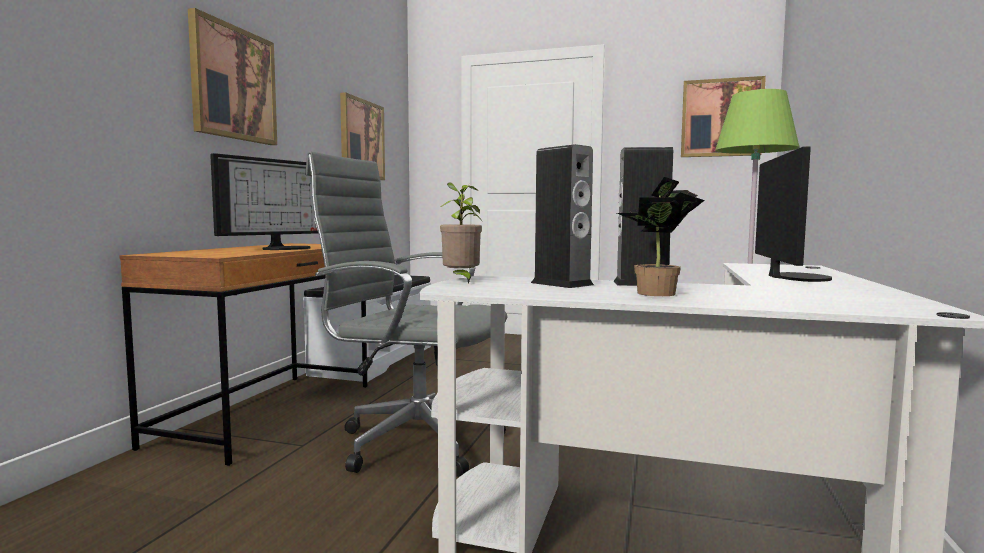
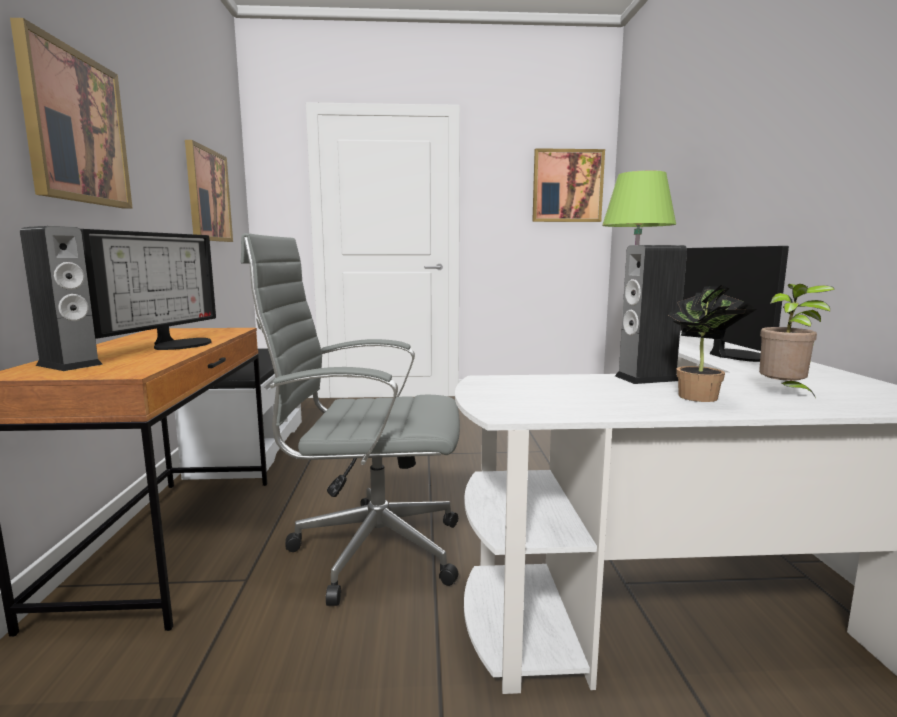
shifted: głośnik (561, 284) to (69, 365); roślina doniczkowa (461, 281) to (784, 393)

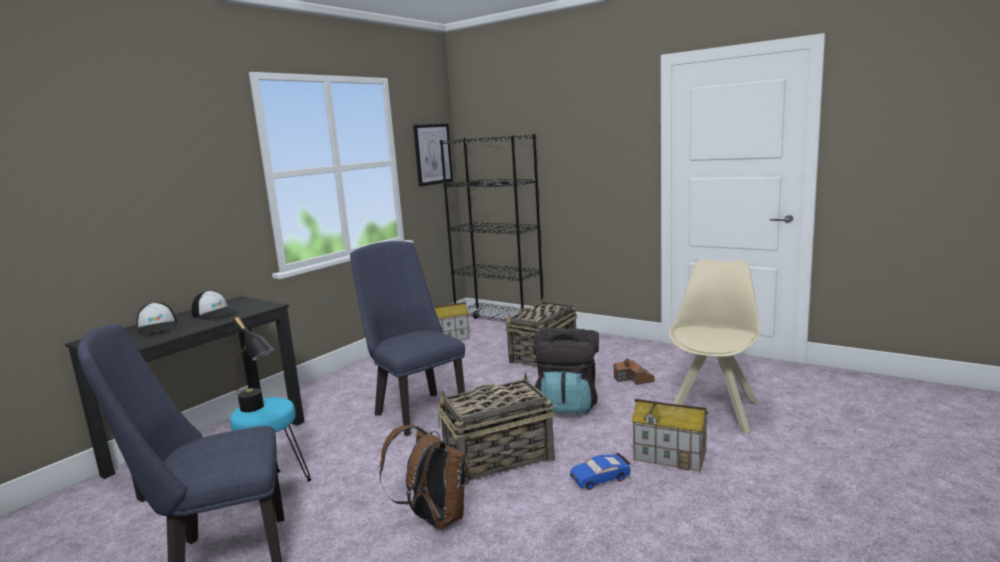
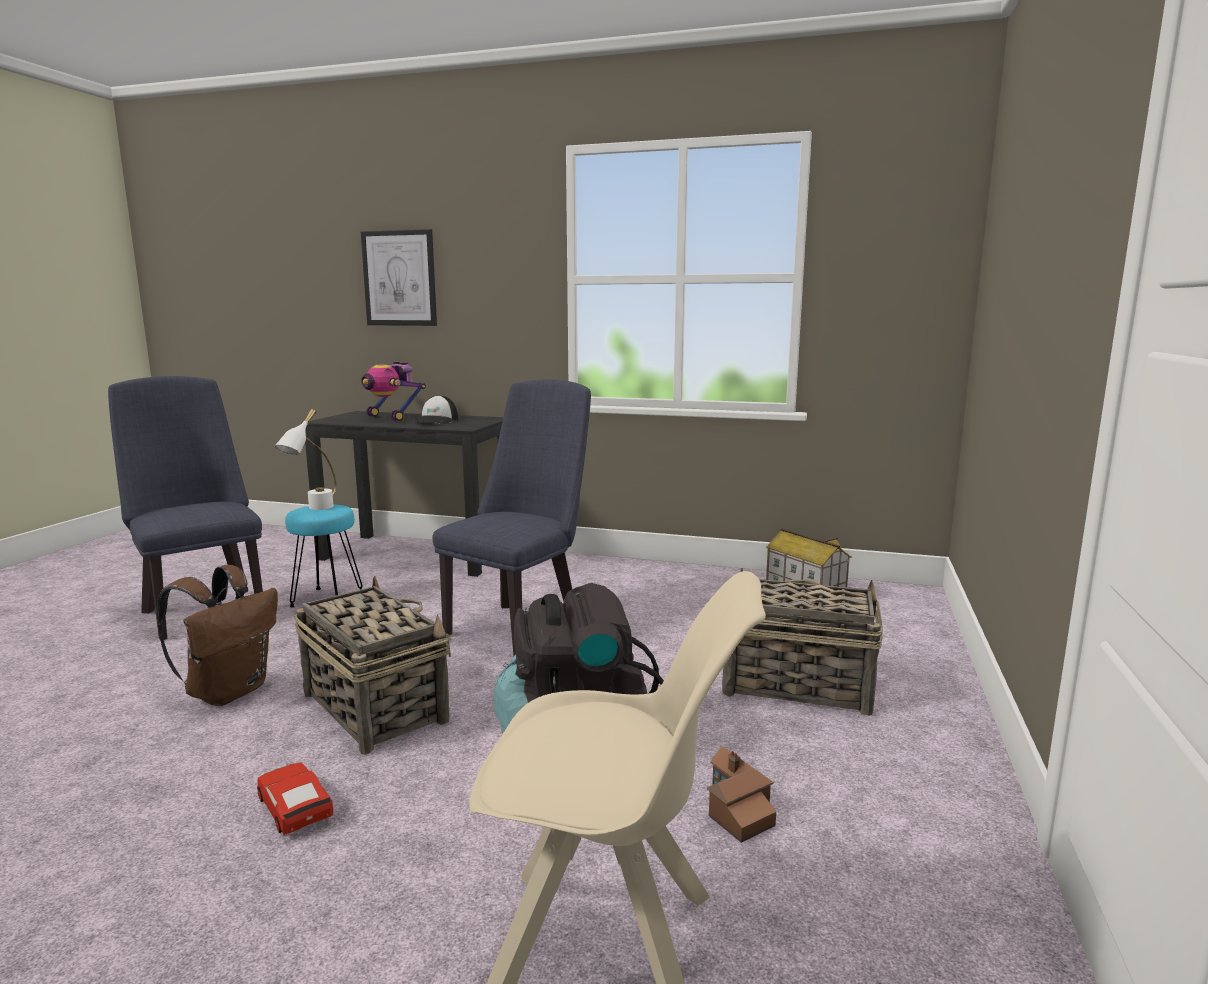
gone: regał [czarny] (500, 327); domek (670, 455)
shifted: obraz (433, 154) to (399, 278)
swapped: czapka z daszkiem (158, 328) to robot zabawkowy (391, 417)
repainted: samochodzik [niebieski] (600, 478) to samochodzik [czerwony] (294, 807); lampa stołowa [czarny] (258, 409) to lampa stołowa [biały] (313, 510)

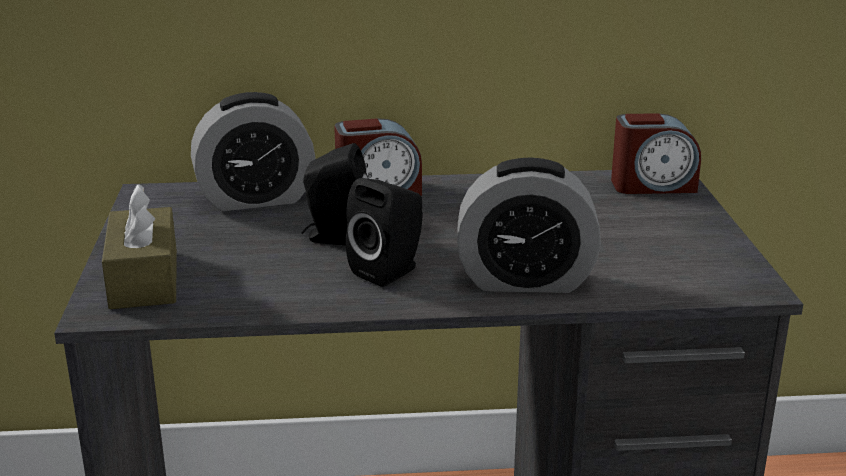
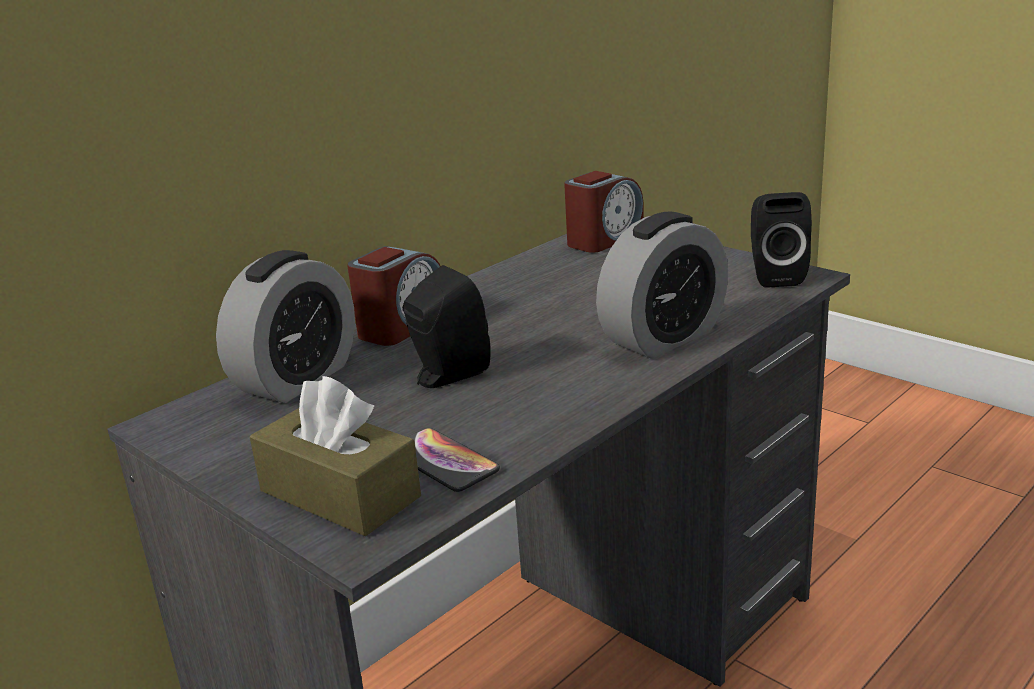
new: telefon (442, 461)
shifted: głośnik [czarny] (390, 271) to (775, 276)

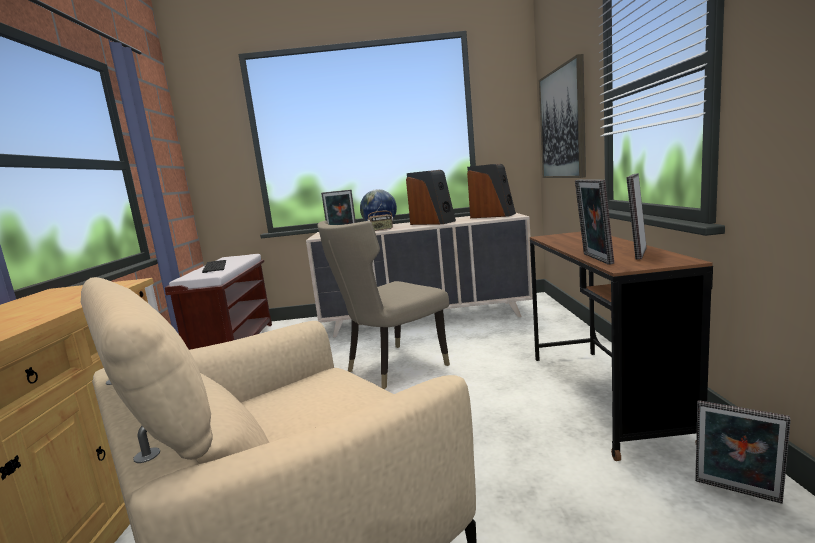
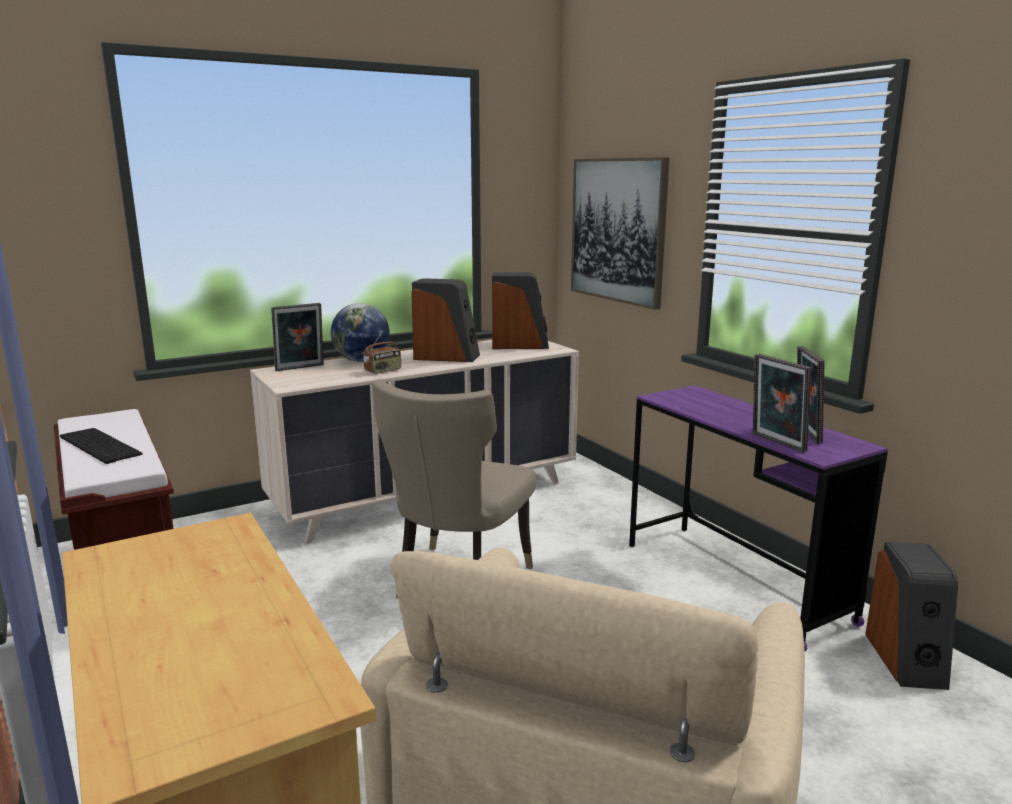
swapped: ramka na zdjęcie (737, 493) to głośnik (907, 660)
repainted: biurko [brązowy] (602, 395) to biurko [fioletowy] (734, 582)

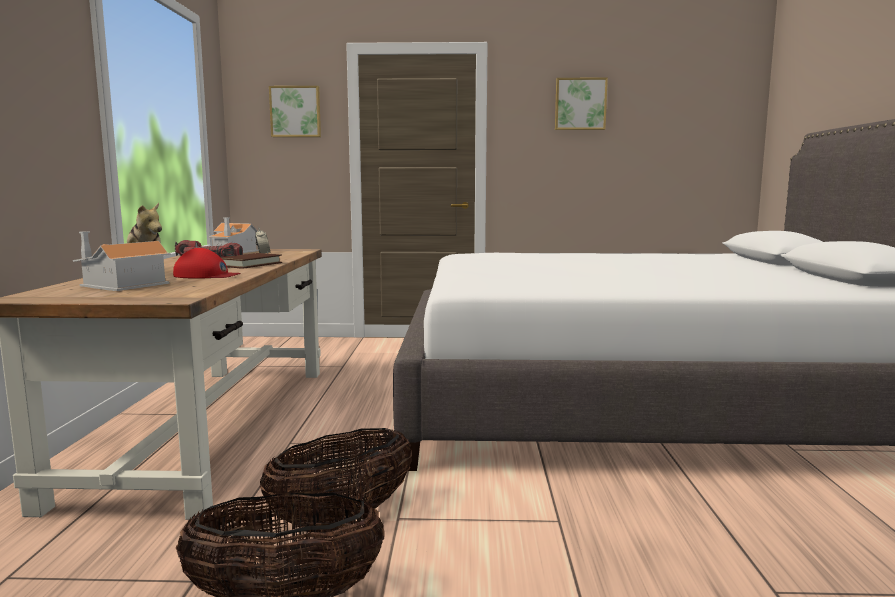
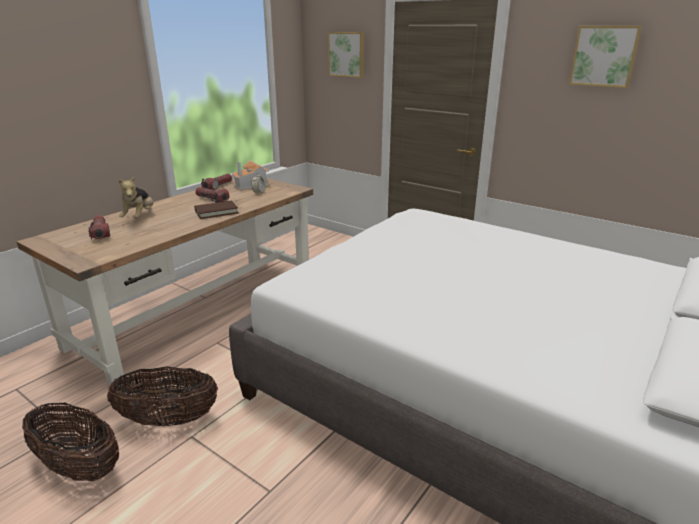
gone: czapka z daszkiem [czerwony] (206, 275)
swapped: domek (121, 285) to latarka (100, 233)

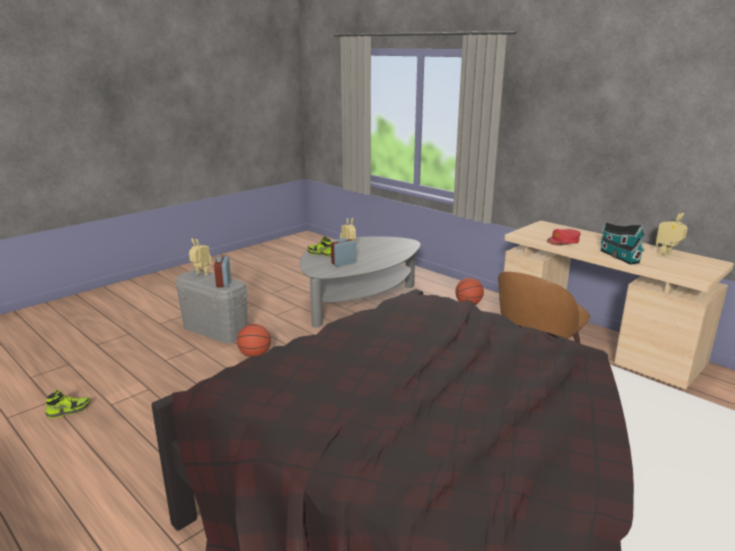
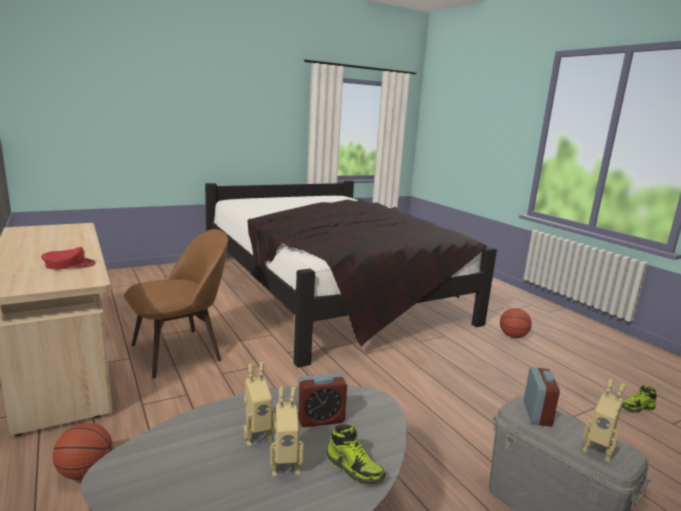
gone: domek (618, 256)
shifted: robot zabawkowy (667, 255) to (257, 436); piłka do koszykówki (255, 355) to (513, 336)

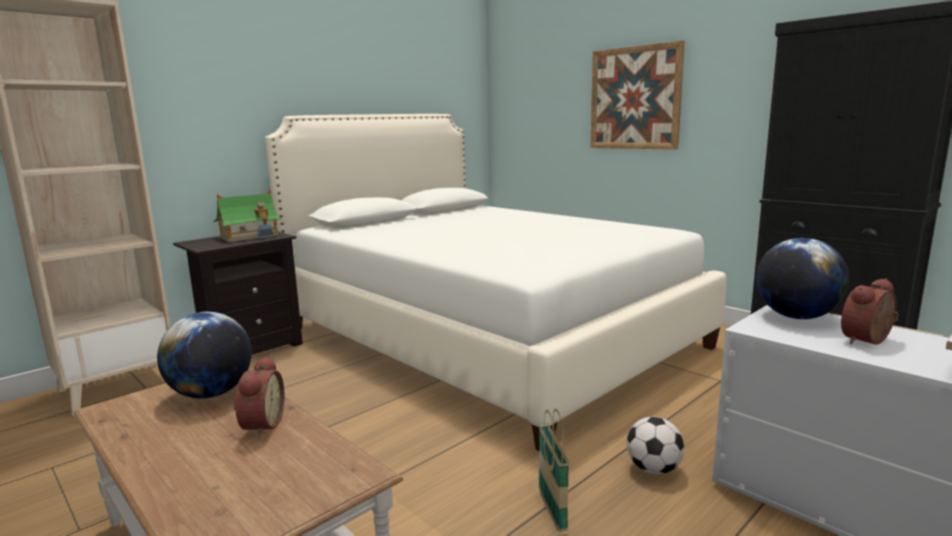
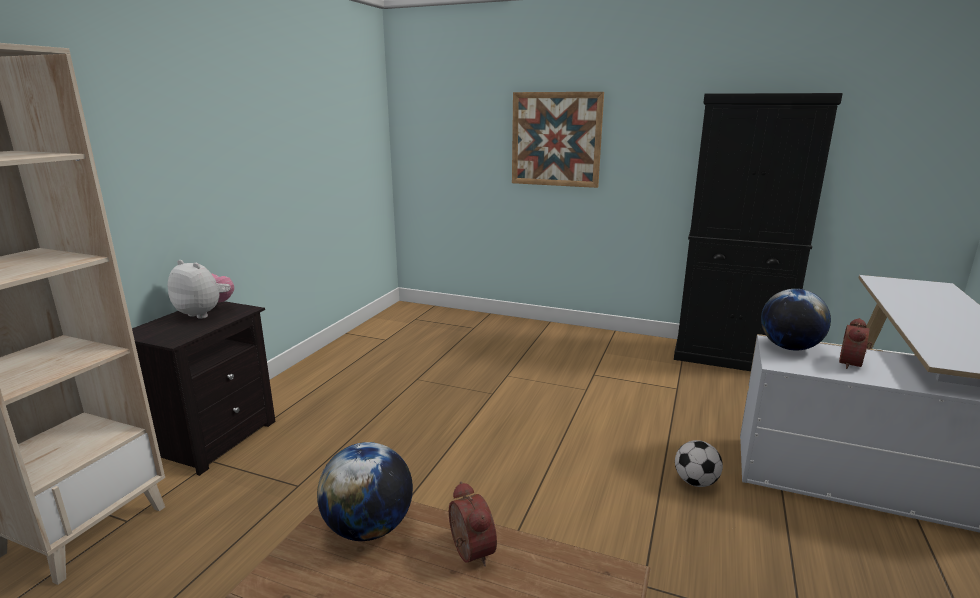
gone: łóżko [biały] (487, 336); koszyk (552, 511)
swapped: domek (250, 236) to pluszak (205, 313)

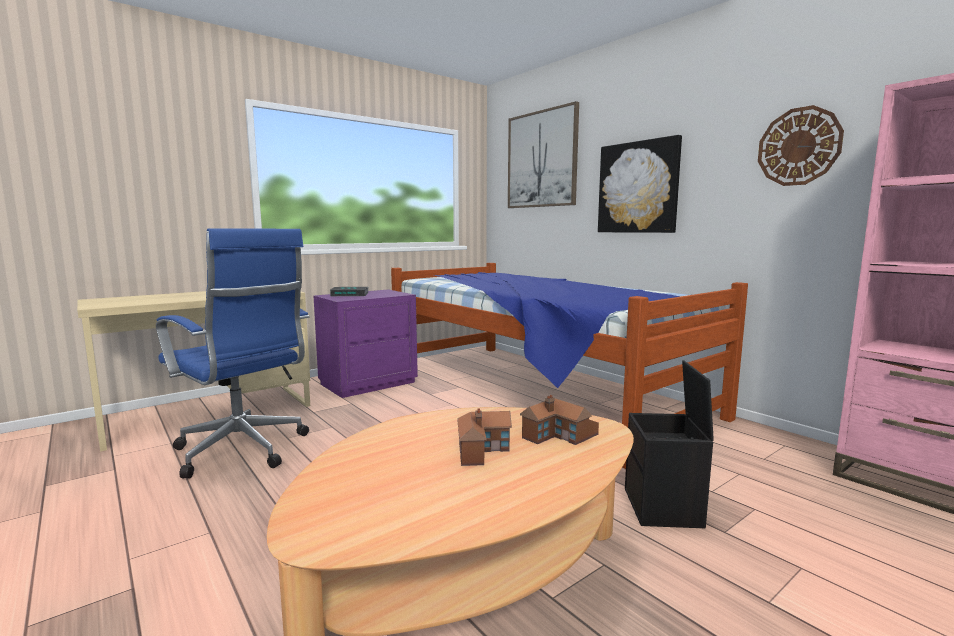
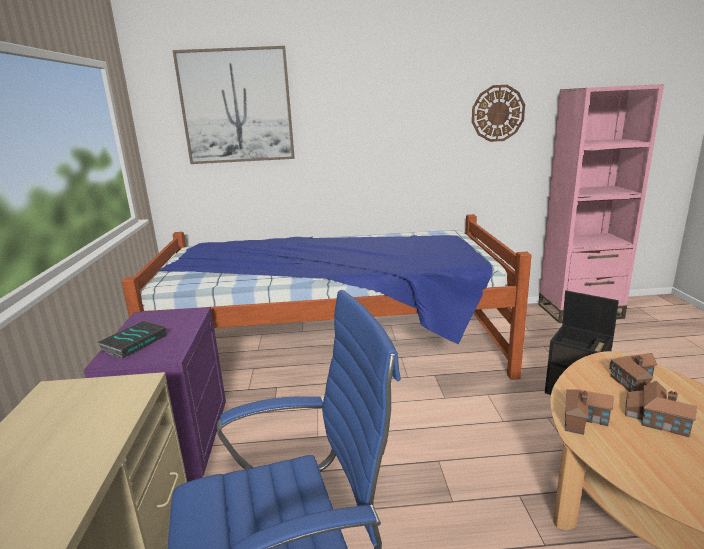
gone: obraz (638, 187)
new: domek (585, 418)

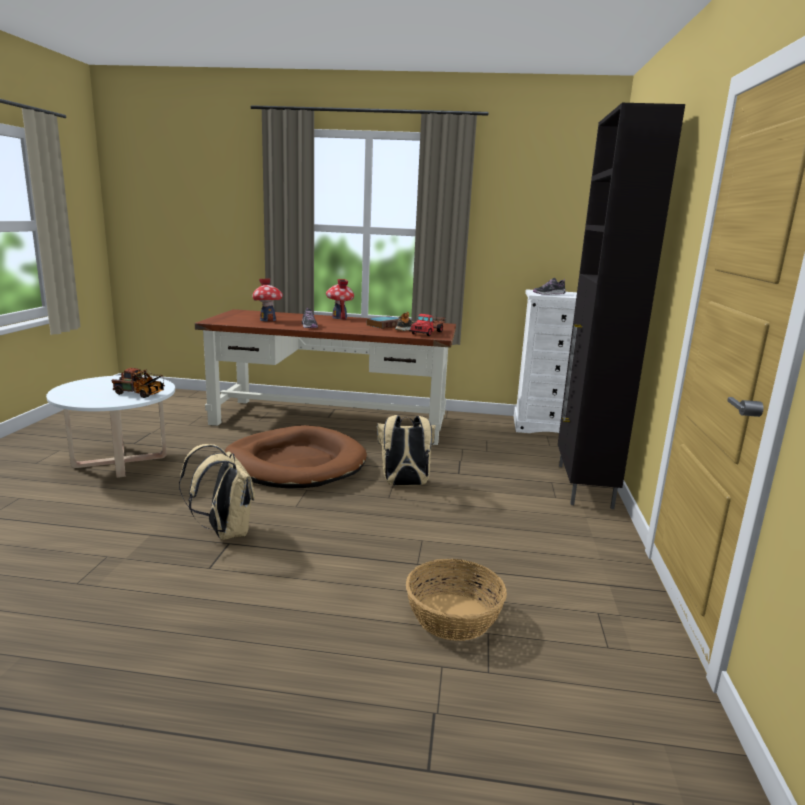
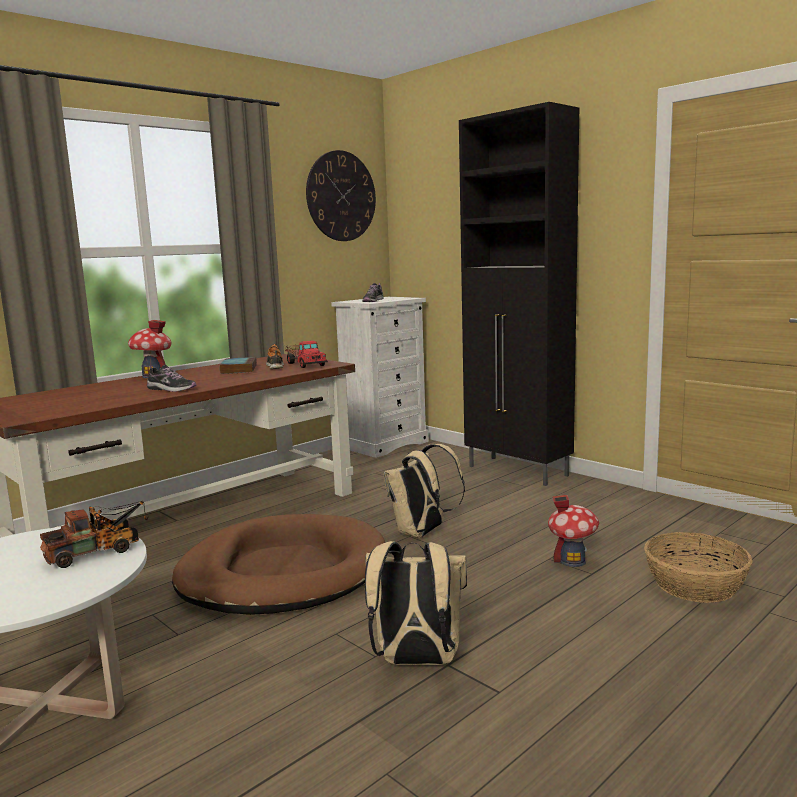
new: zegar ścienny (341, 196)
shifted: domek (268, 320) to (572, 561)

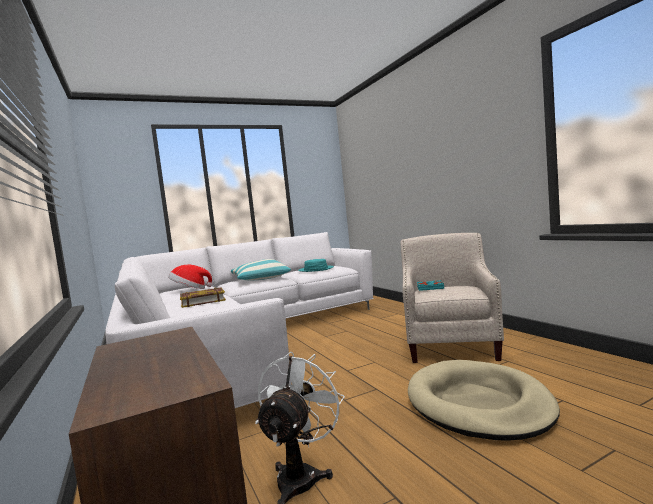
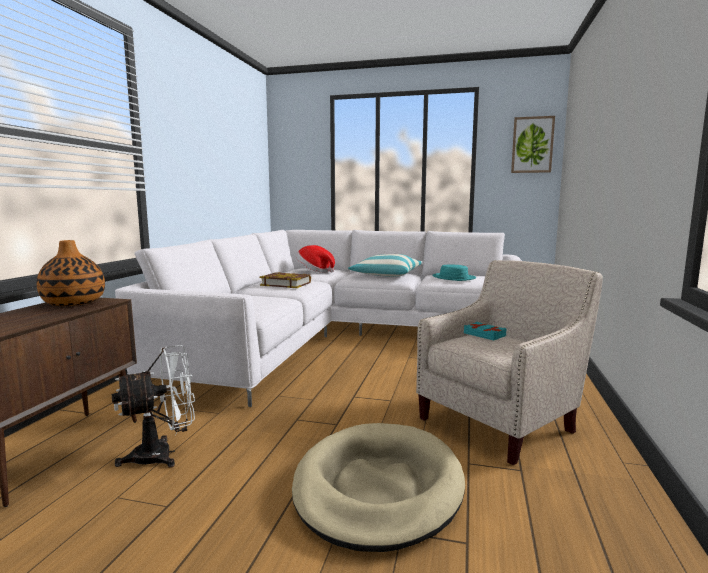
new: wazon (74, 303); obraz (532, 145)

